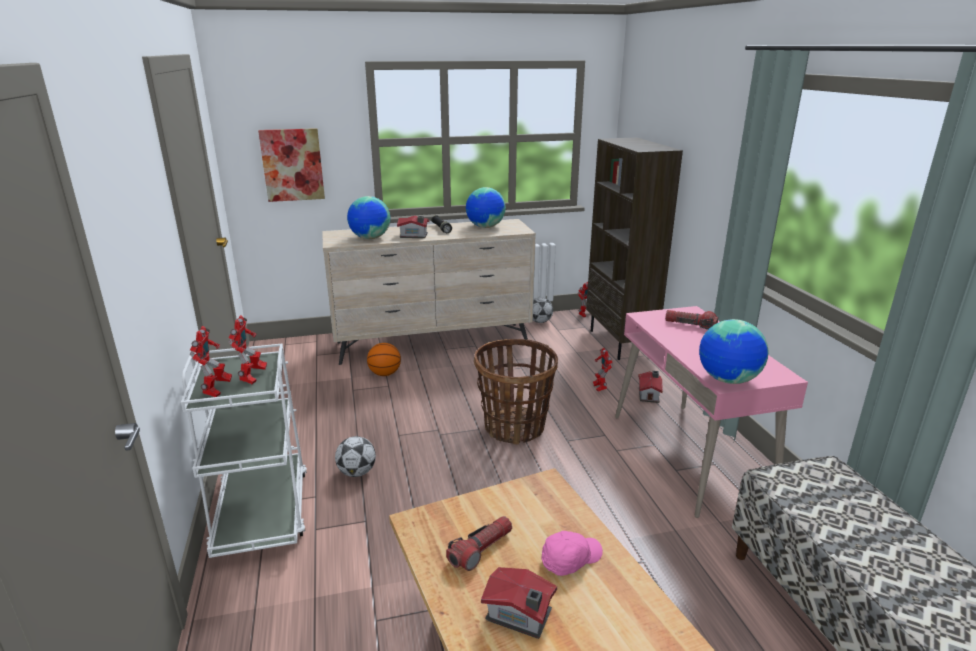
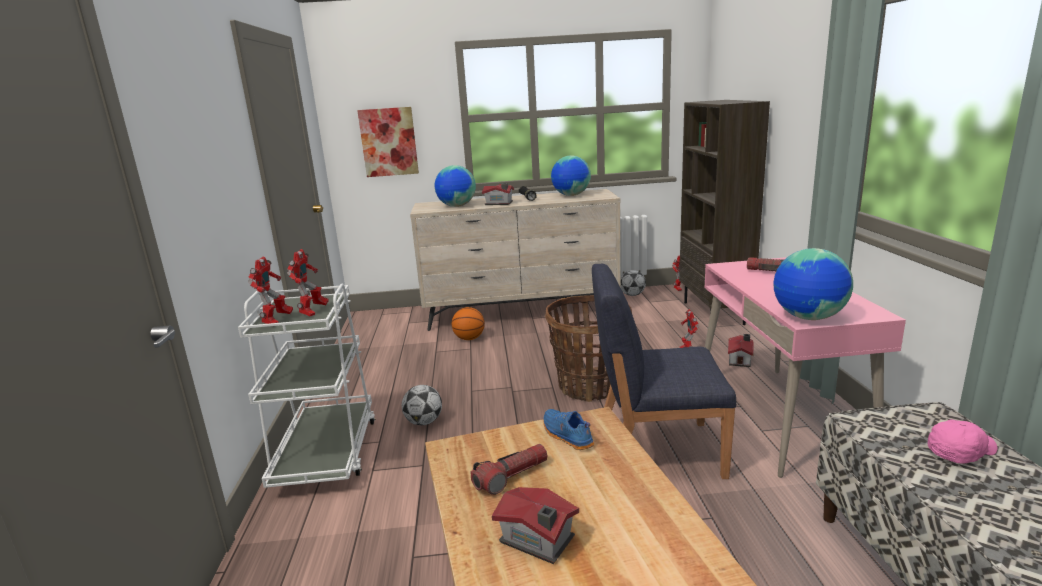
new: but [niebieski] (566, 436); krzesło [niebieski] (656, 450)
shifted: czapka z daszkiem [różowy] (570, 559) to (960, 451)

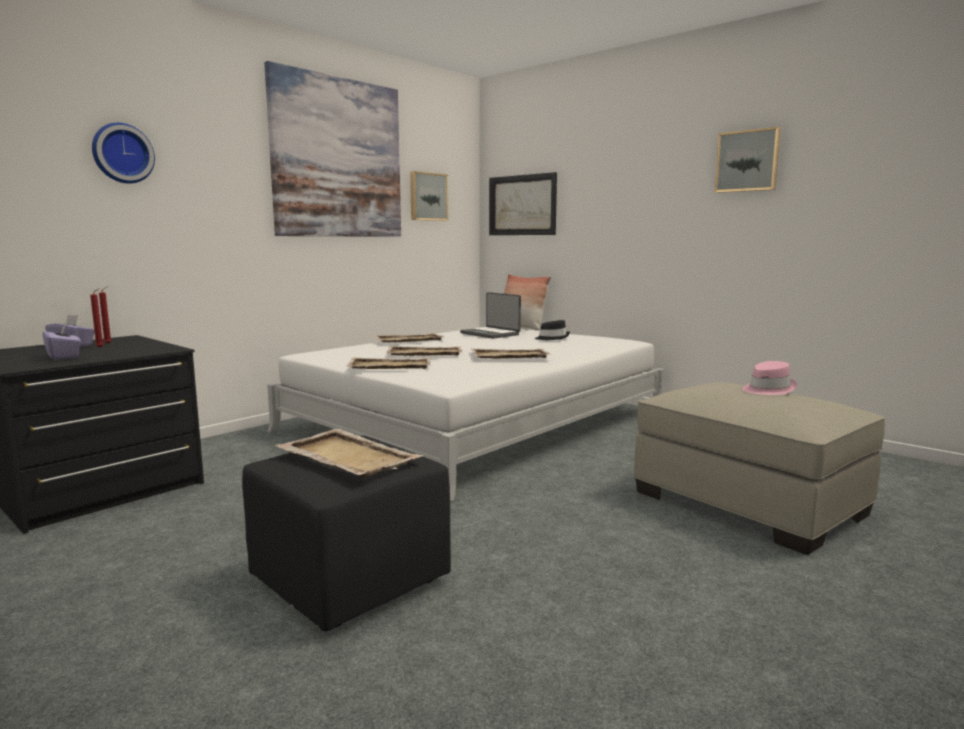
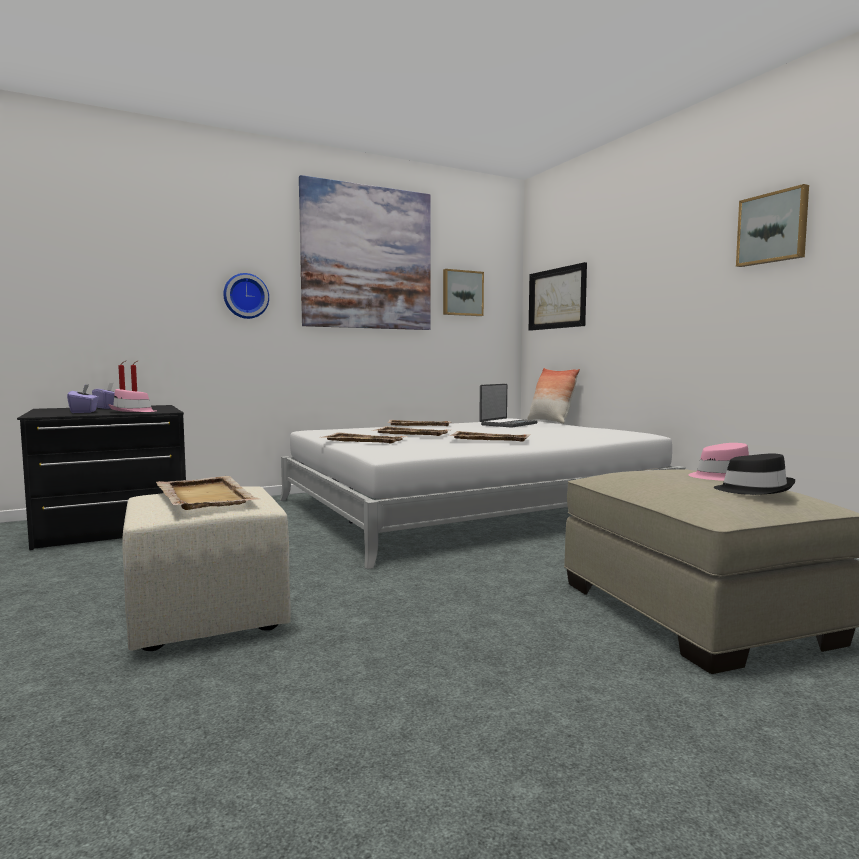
new: kapelusz [różowy] (132, 411)
shifted: zegar ścienny (122, 153) to (245, 296); kapelusz [czarny] (552, 338) to (753, 489)
repainted: pufa [czarny] (352, 581) to pufa [beżowy] (209, 619)
rotated: laptop (491, 334) = (507, 424) 120 degrees counterclockwise

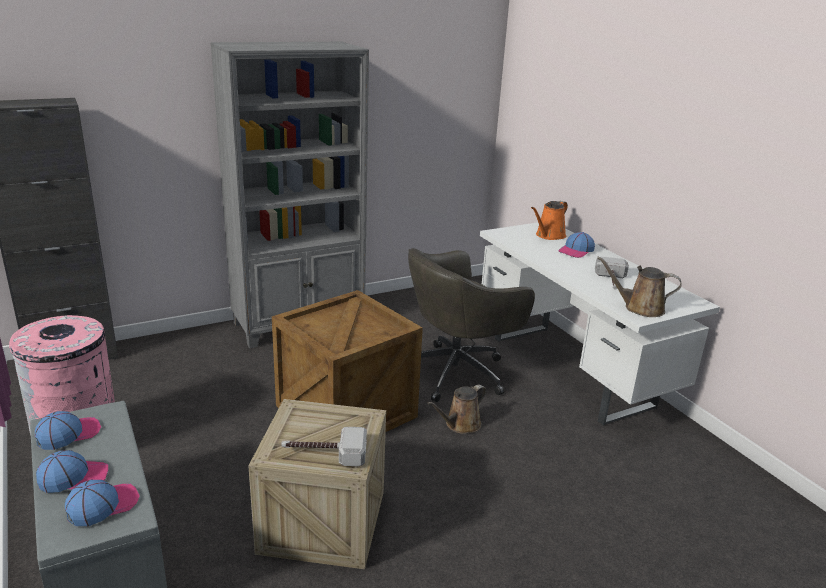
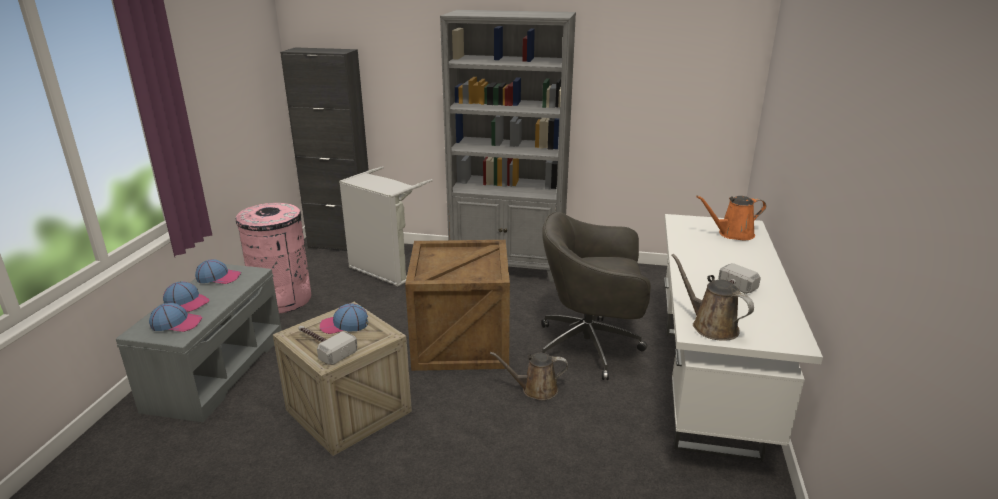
new: kosz na pranie [szary] (386, 270)
shifted: czapka z daszkiem (576, 251) to (344, 325)

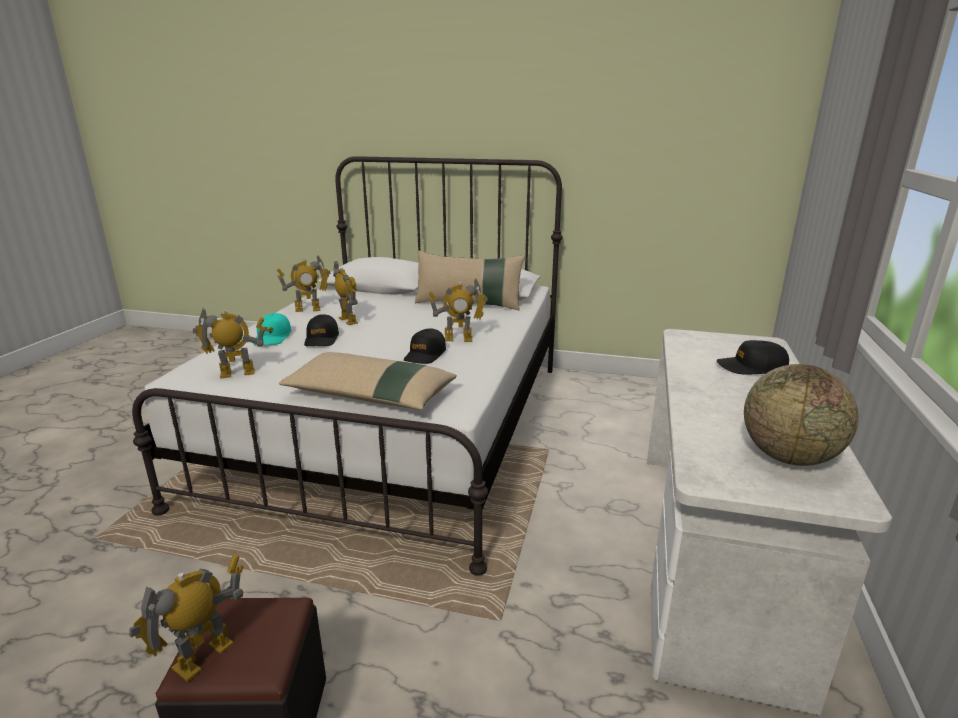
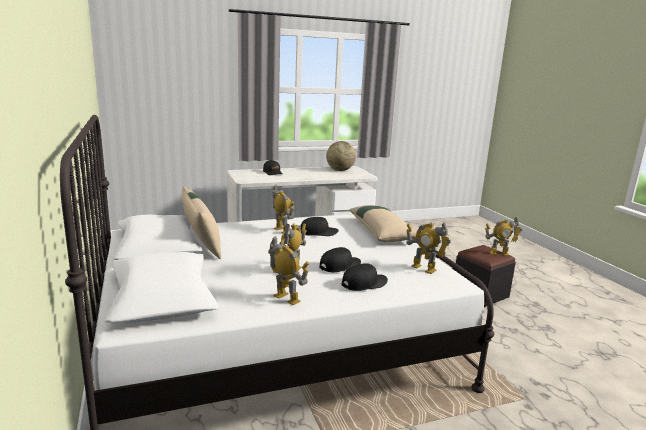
repainted: czapka z daszkiem [turkusowy] (272, 337) to czapka z daszkiem [czarny] (364, 283)

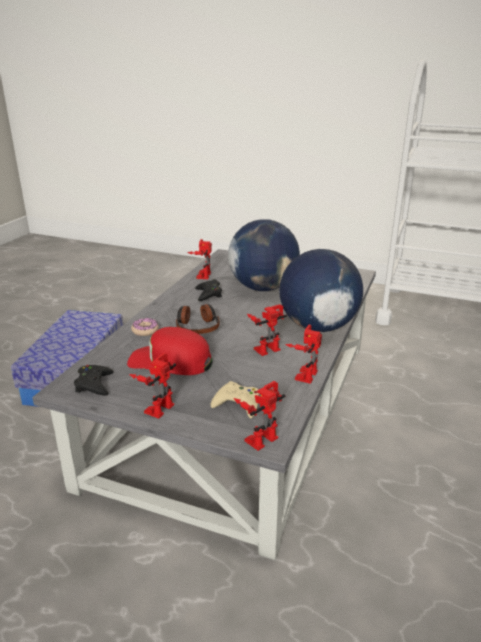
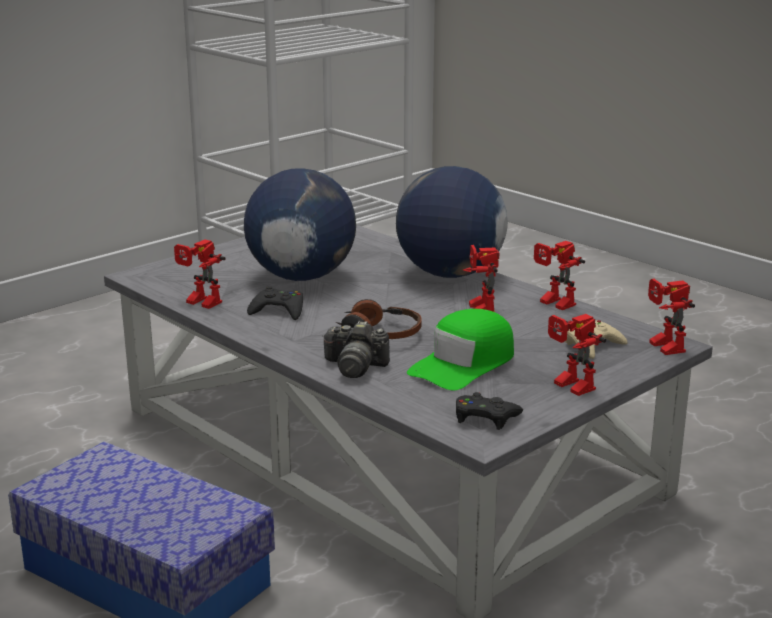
swapped: donut (145, 330) to aparat fotograficzny (355, 367)
repainted: czapka z daszkiem [czerwony] (170, 362) to czapka z daszkiem [zielony] (464, 364)

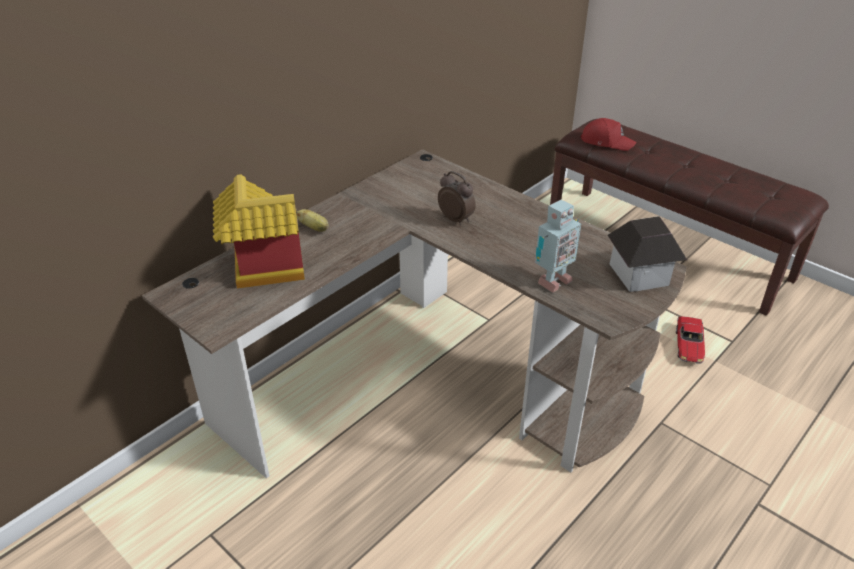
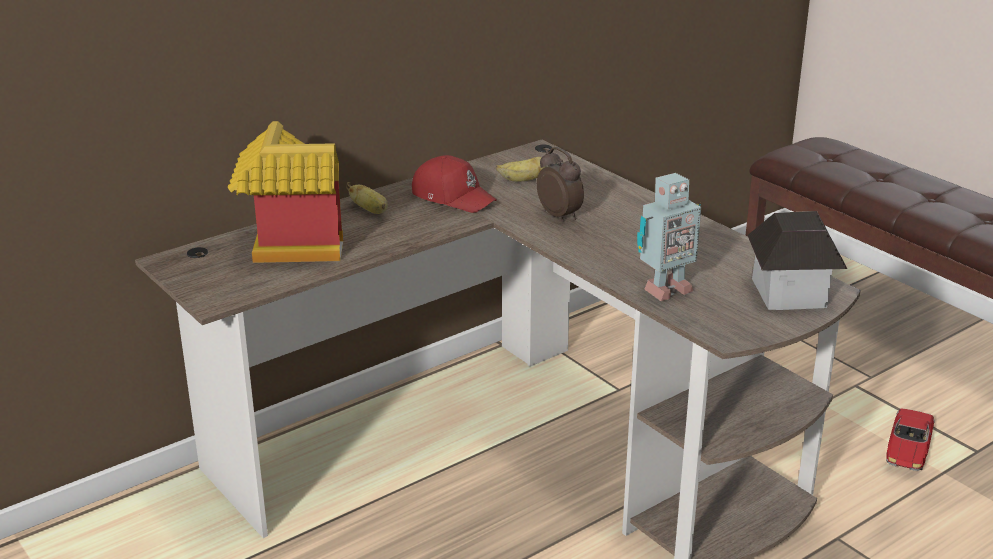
new: banan (523, 180)
shifted: czapka z daszkiem [czerwony] (606, 141) to (453, 197)

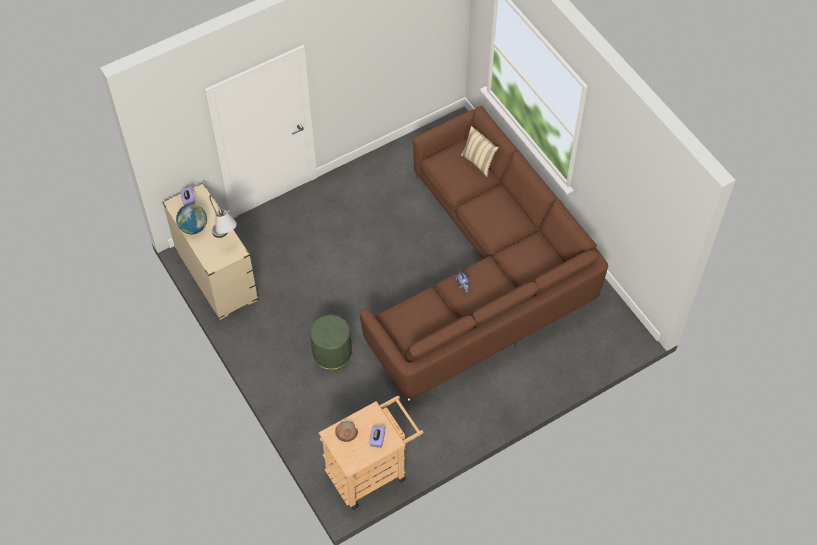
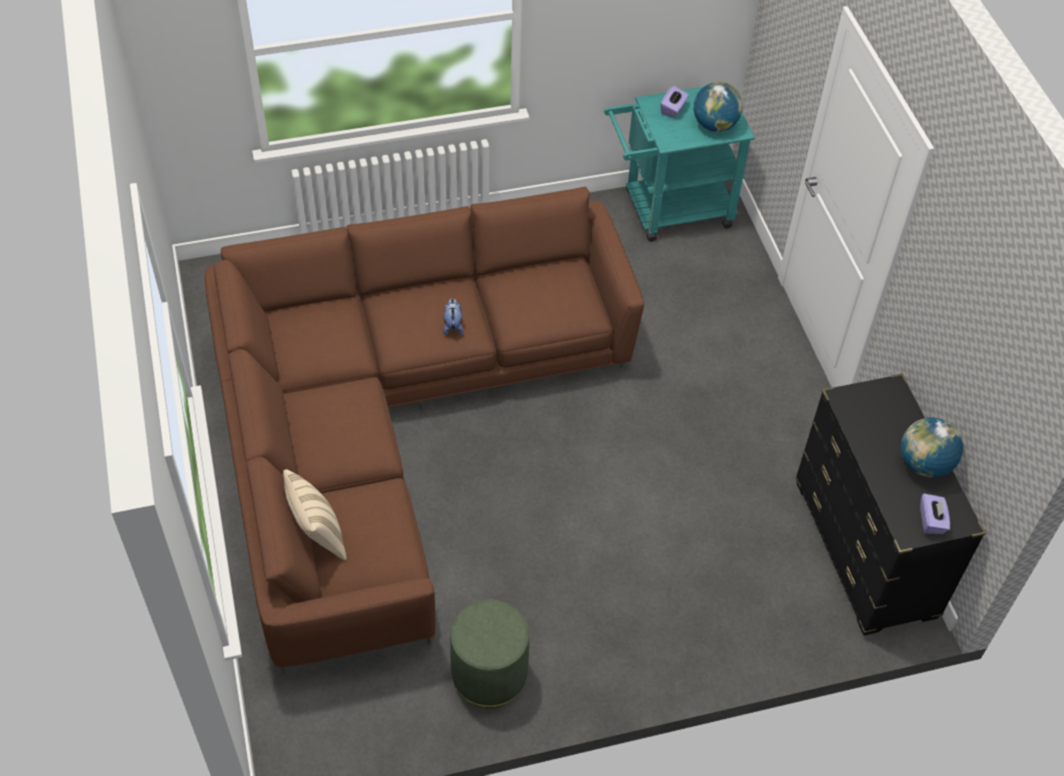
gone: lampa stołowa [szary] (225, 238)
shifted: pufa [zielony] (332, 353) to (489, 674)
swapped: miska [brązowy] (346, 434) to globus (715, 125)
repainted: wózek [beżowy] (371, 470) to wózek [turkusowy] (668, 210); komoda [beżowy] (216, 275) to komoda [czarny] (864, 549)

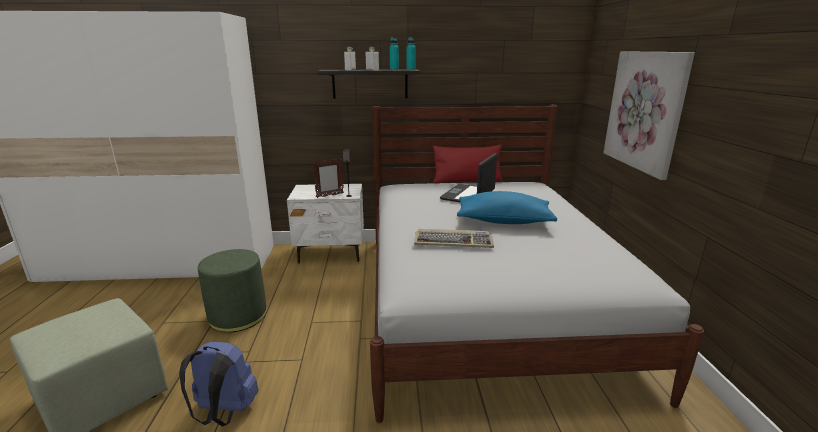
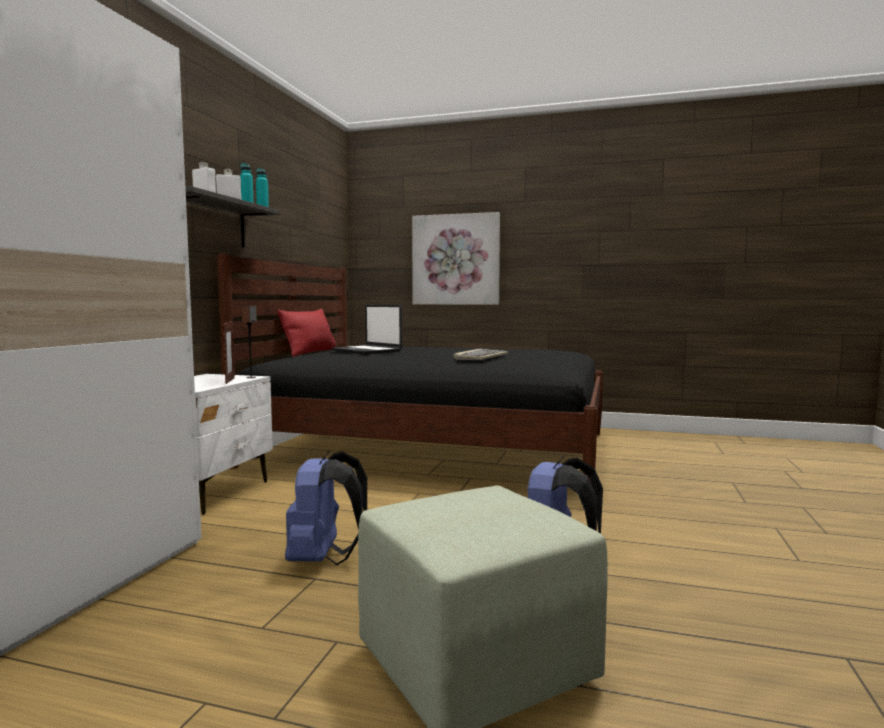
gone: poduszka [niebieski] (503, 221)
swapped: pufa [zielony] (238, 316) to plecak [niebieski] (324, 559)
repainted: łóżko [biały] (484, 301) to łóżko [czarny] (435, 449)

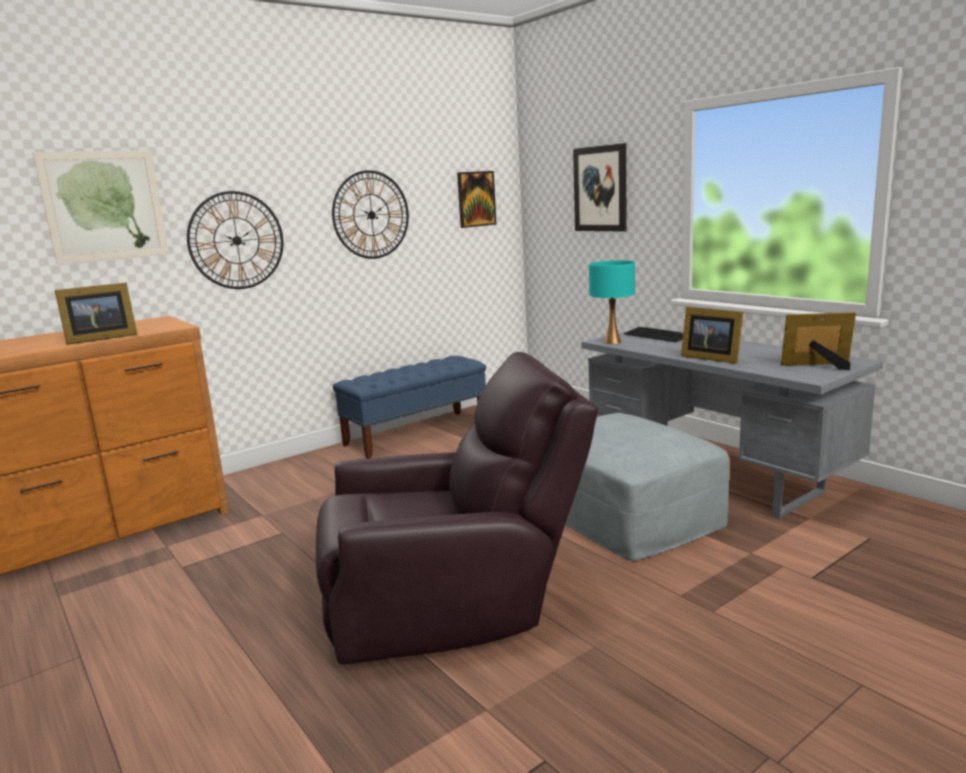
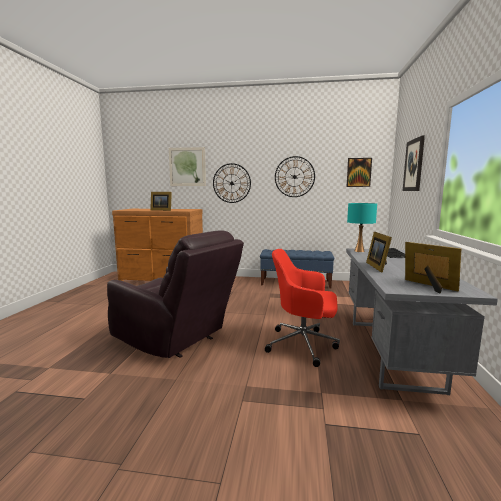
swapped: pufa [szary] (625, 514) to krzesło biurowe [czerwony] (303, 344)

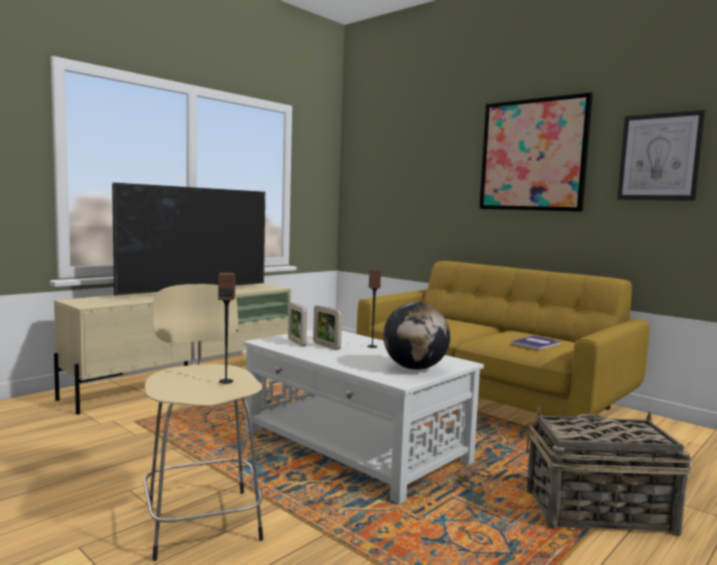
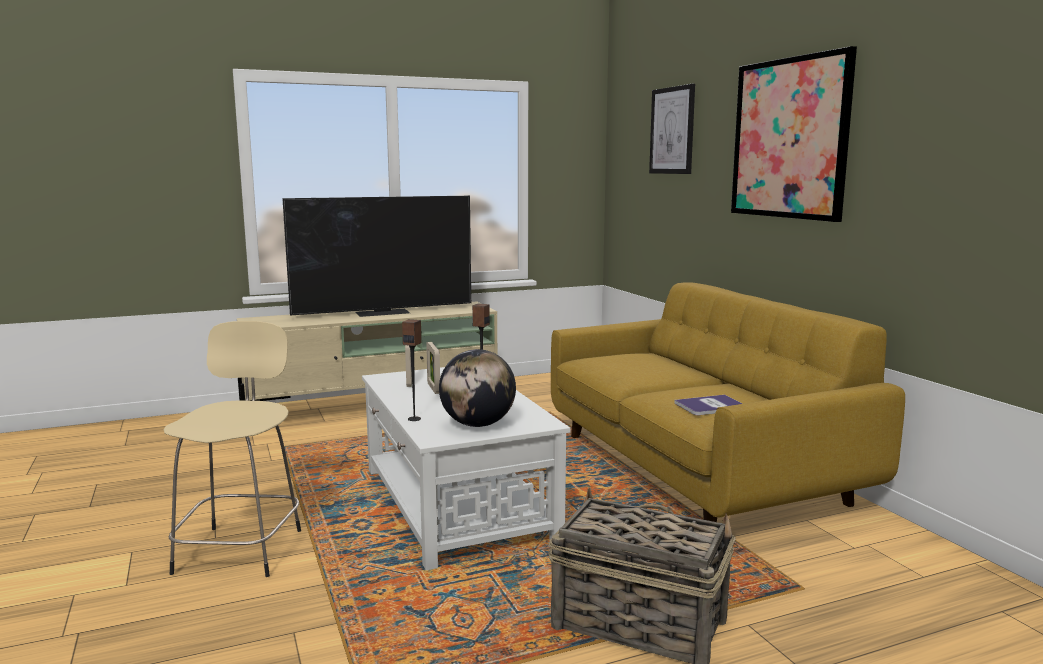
shifted: głośnik (226, 381) to (414, 419); obraz (659, 157) to (672, 130)

